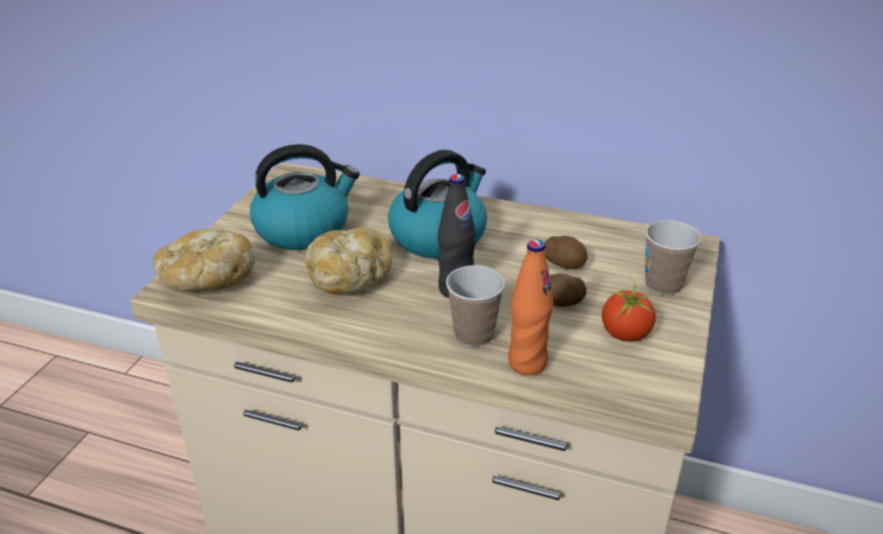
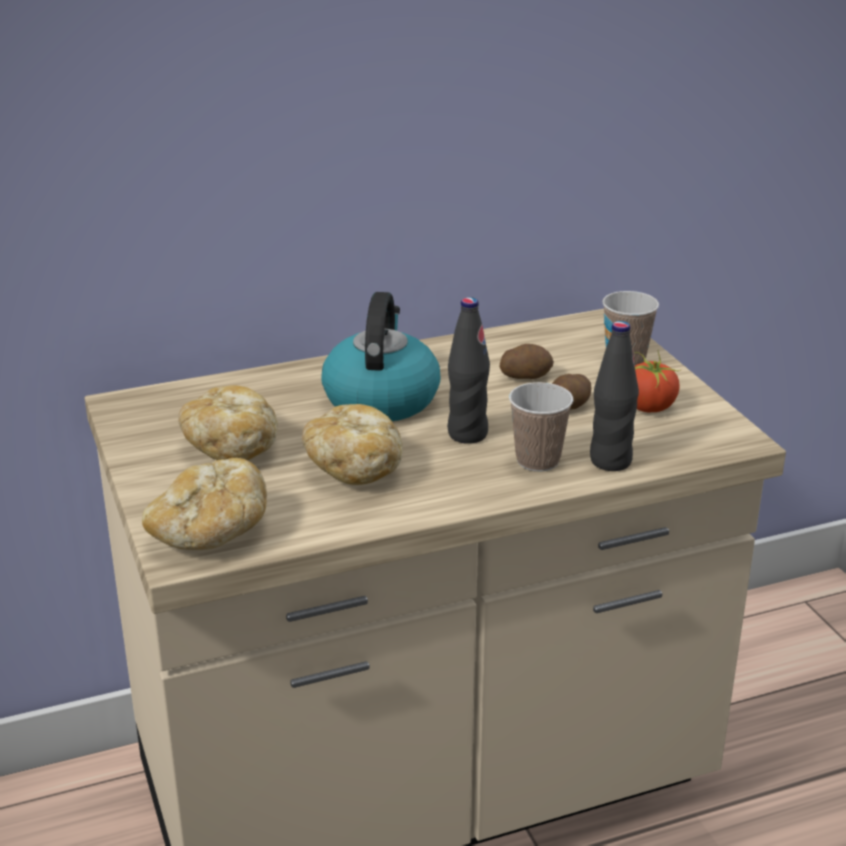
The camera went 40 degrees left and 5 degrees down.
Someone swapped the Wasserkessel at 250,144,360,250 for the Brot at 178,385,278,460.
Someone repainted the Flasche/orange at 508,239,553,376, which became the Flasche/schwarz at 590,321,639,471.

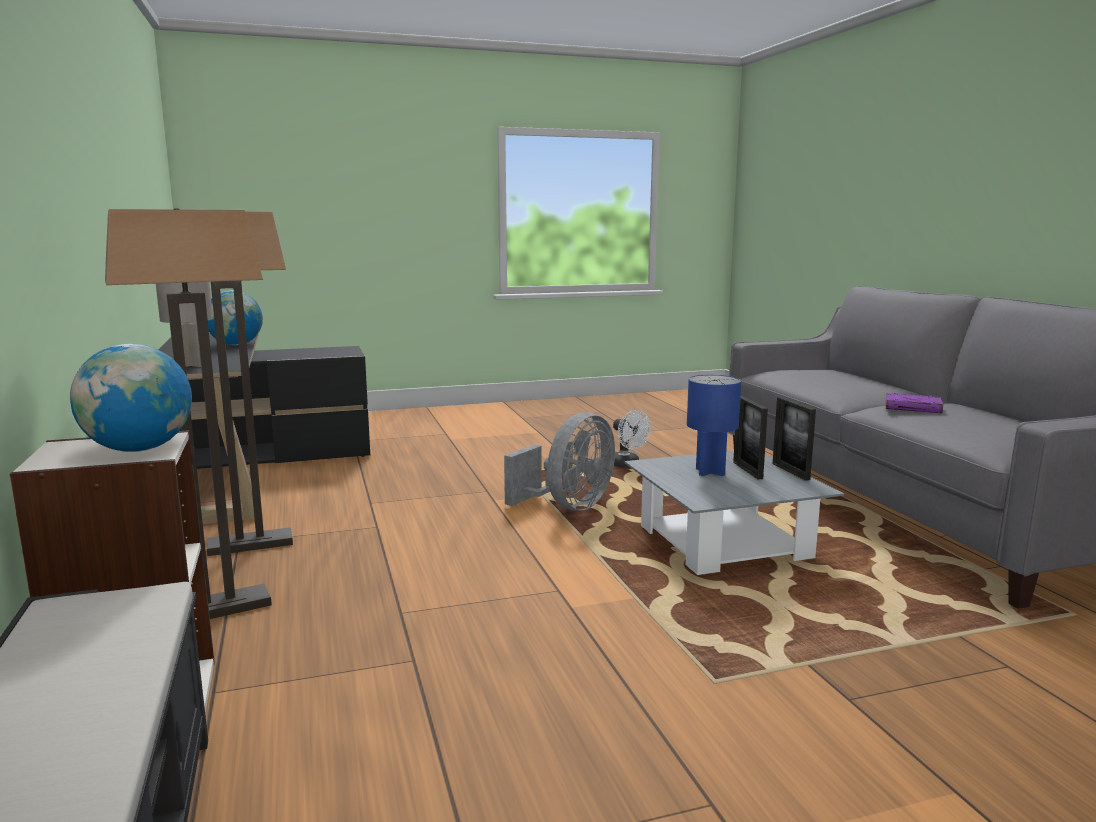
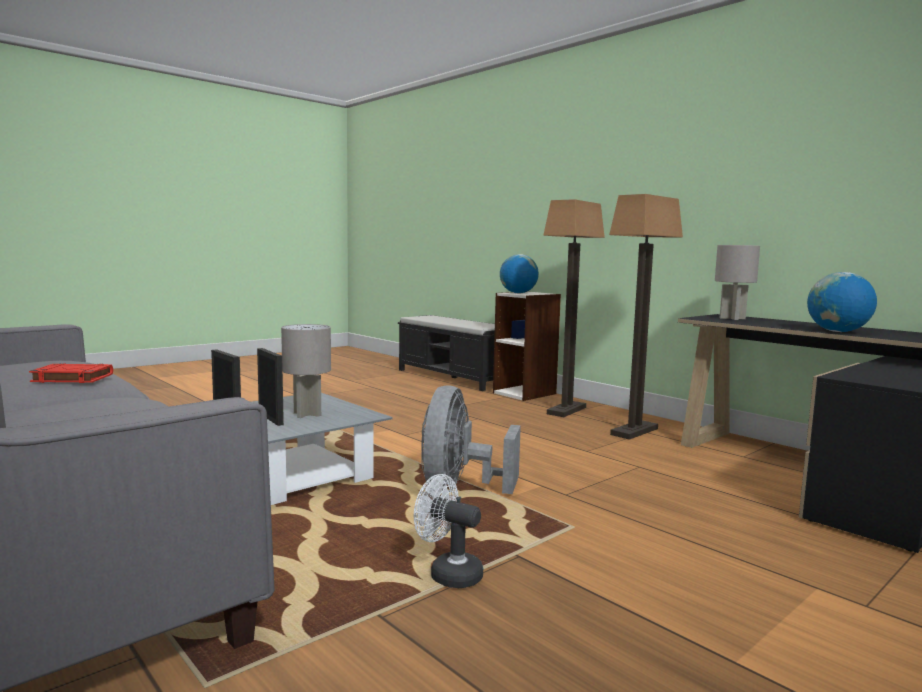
The camera went 155 degrees right and 5 degrees down.
Someone repainted the Tischlampe/blau at 687,375,741,476, which became the Tischlampe/grau at 281,324,331,418.
Someone repainted the Buch/lila at 885,393,943,413, which became the Buch/rot at 29,363,113,383.

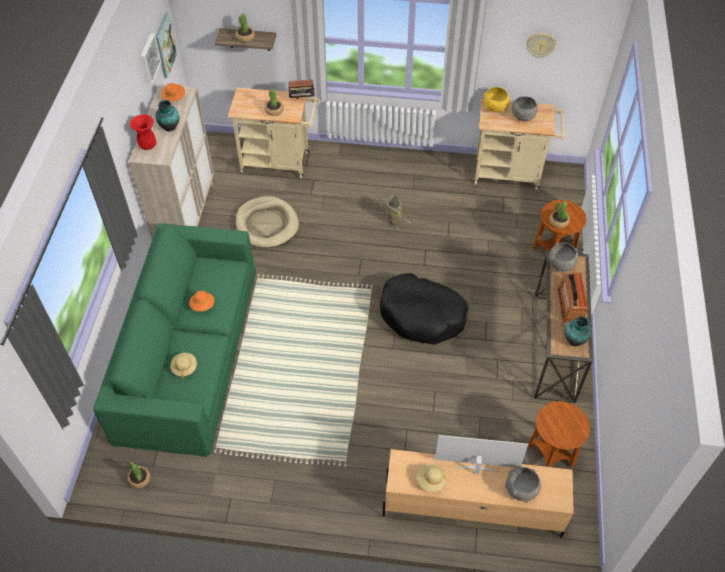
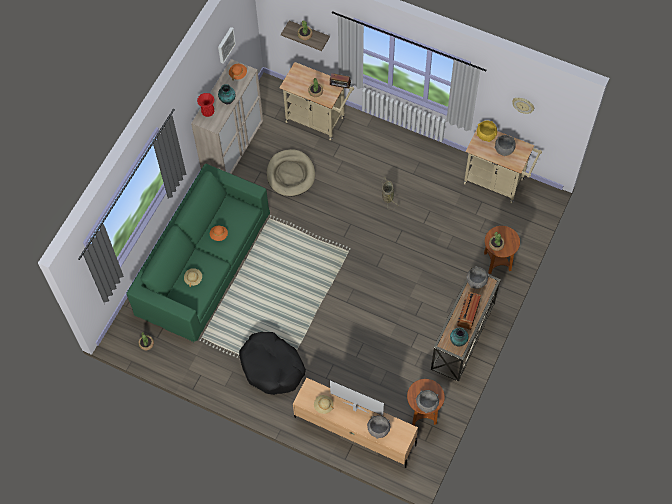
The camera went 20 degrees right and 10 degrees up.
Someone took away the Bild at 155,12,177,78.
Someone put down the Schüssel/grau at 416,390,439,413.
Someone carried the Hundebett/schwarz from 380,273,468,344 to 239,332,306,395.

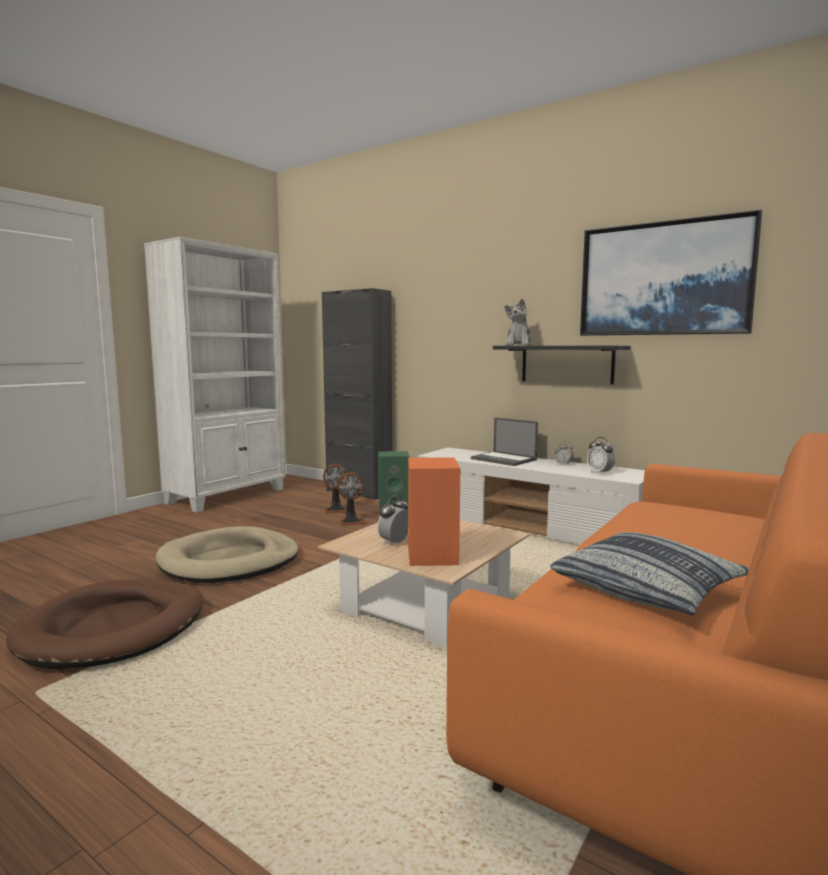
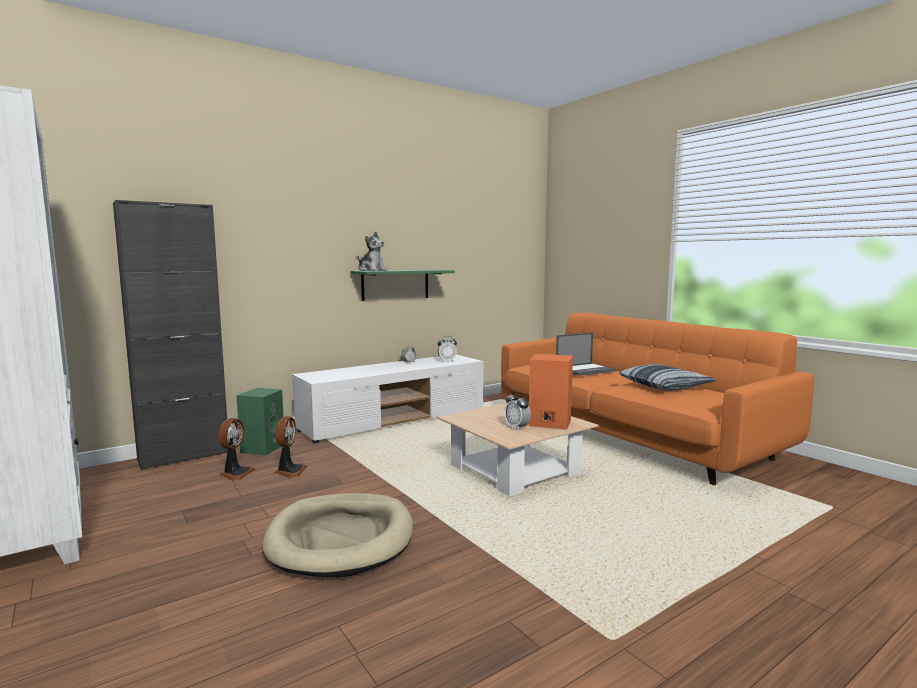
The camera went 70 degrees left and 0 degrees up.
Someone took away the Hundebett/braun at 6,579,203,669.
Someone took away the Bild at 580,209,762,336.
Someone carried the Laptop from 471,418,538,466 to 556,333,616,376.
Someone repainted the Wandregal/schwarz at 493,346,631,384, which became the Wandregal/grün at 351,270,455,301.

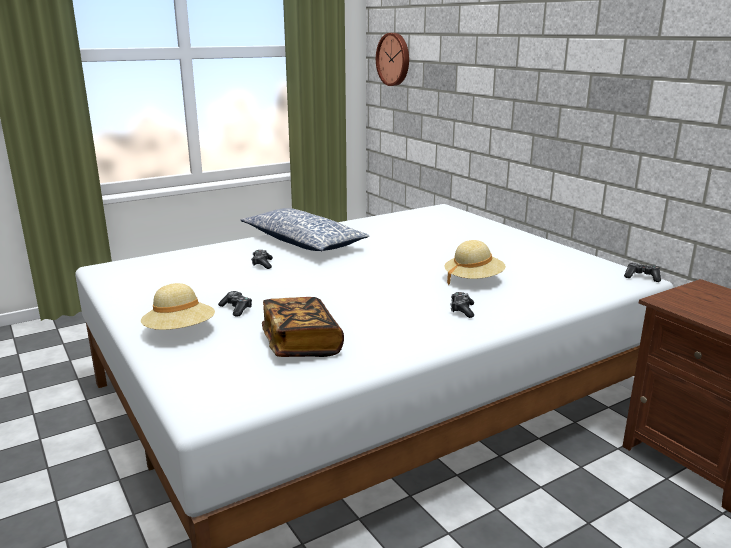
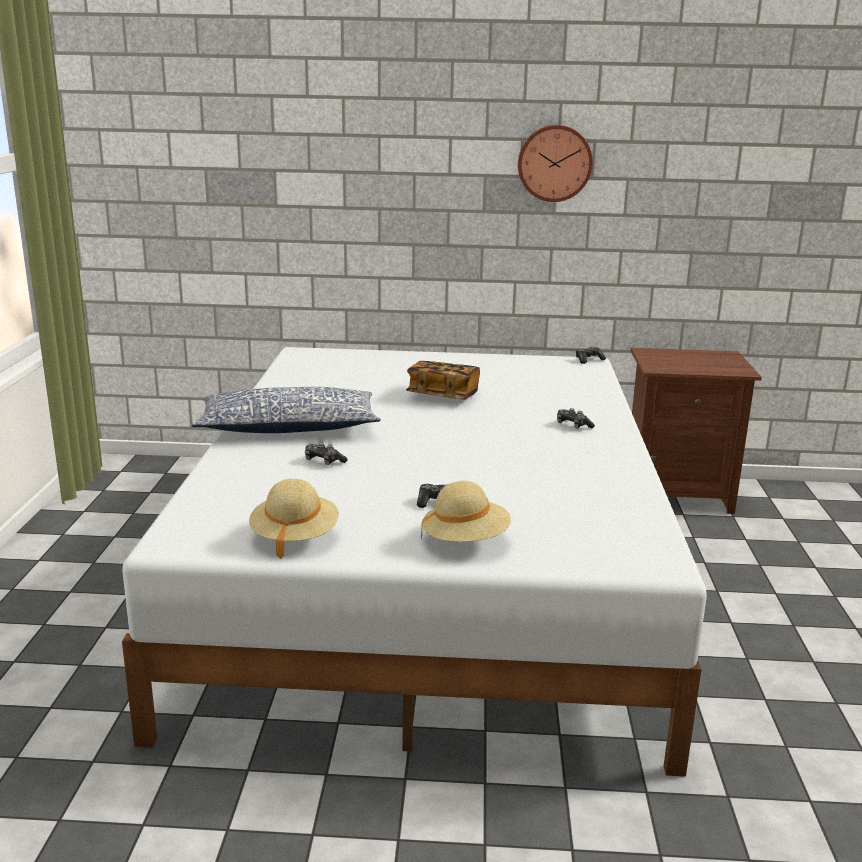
The camera went 55 degrees left and 0 degrees up.
Someone carried the Buch from 262,297,344,357 to 406,361,480,400.
Someone carried the Wanduhr from 376,33,409,86 to 518,125,593,202.
Someone carried the Hut/beige from 444,240,506,285 to 249,479,339,559.

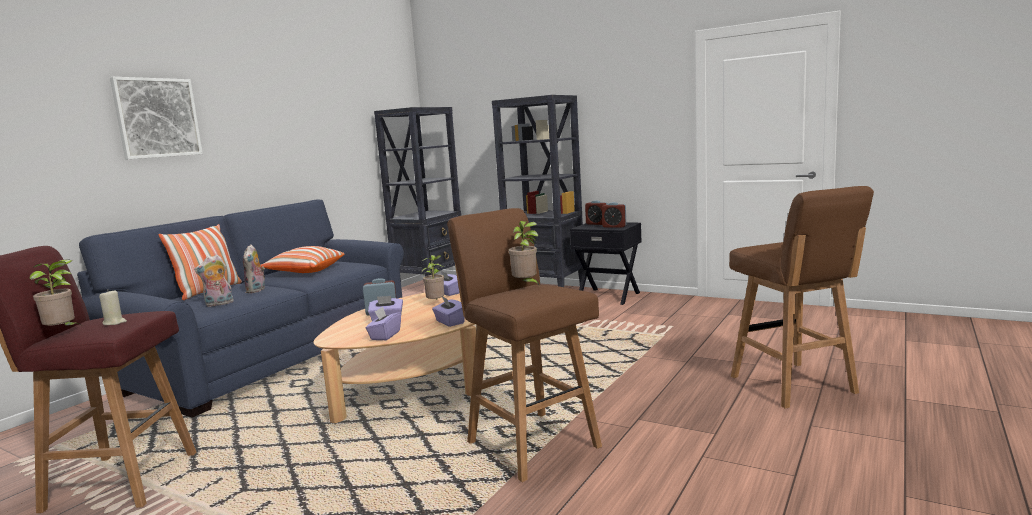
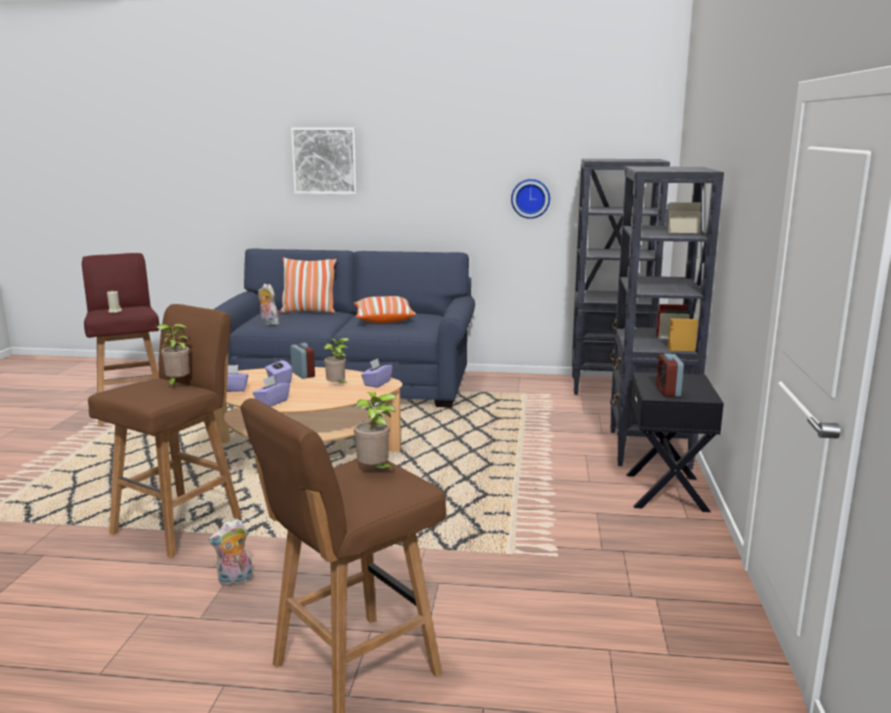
The camera went 65 degrees right and 5 degrees up.
Someone took away the Wecker at 585,200,608,225.
Someone put up the Wanduhr at 511,179,550,219.
Someone carried the Topfpflanze from 29,260,79,326 to 354,392,397,472.
Someone carried the Plüschtier from 243,244,265,293 to 208,519,253,586.

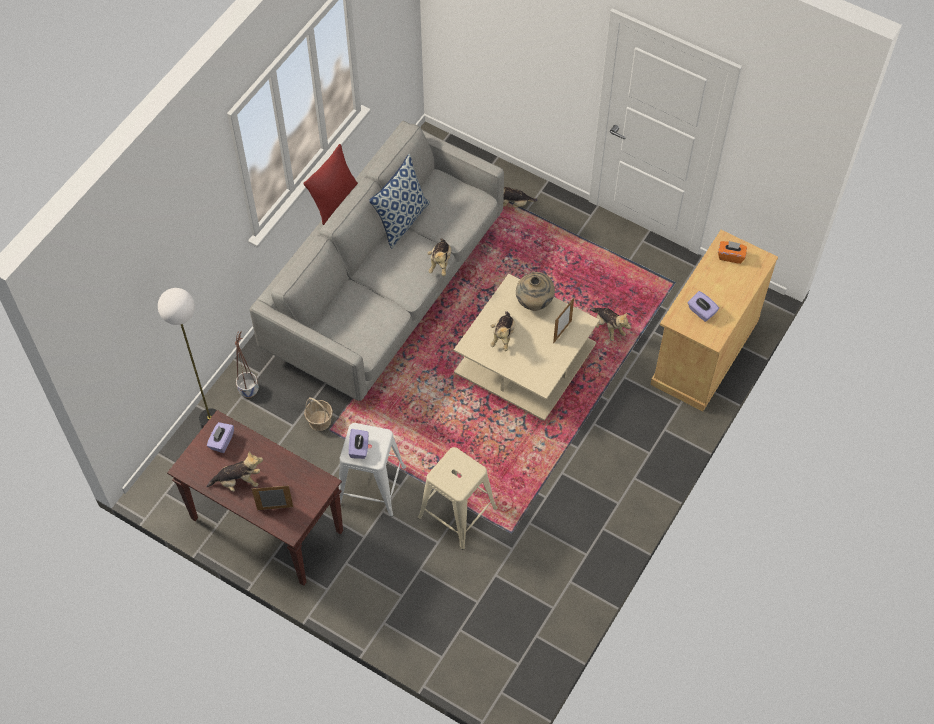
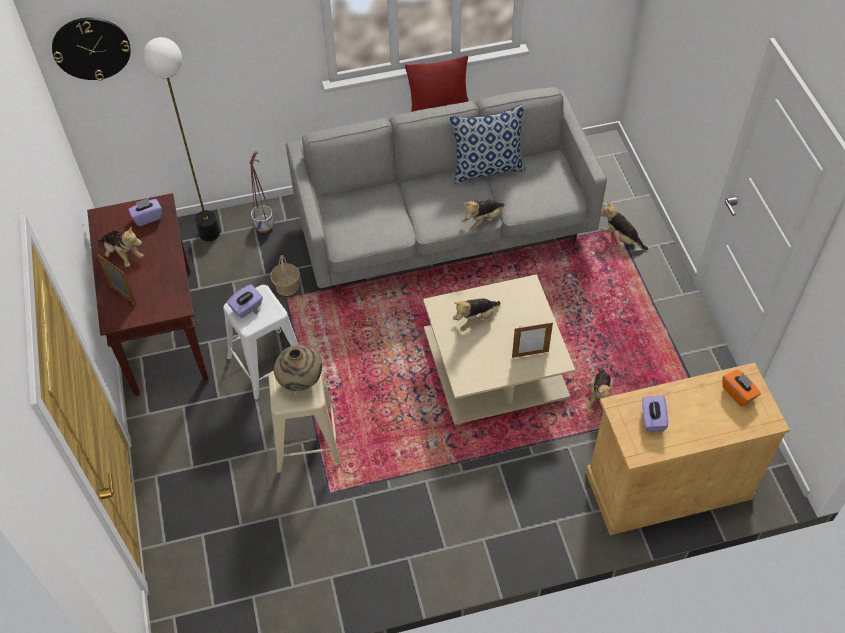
The camera went 45 degrees right and 5 degrees down.
Someone put up the Wanduhr at 52,18,131,81.
Someone carried the Vase/beige from 516,272,555,311 to 274,345,322,391.

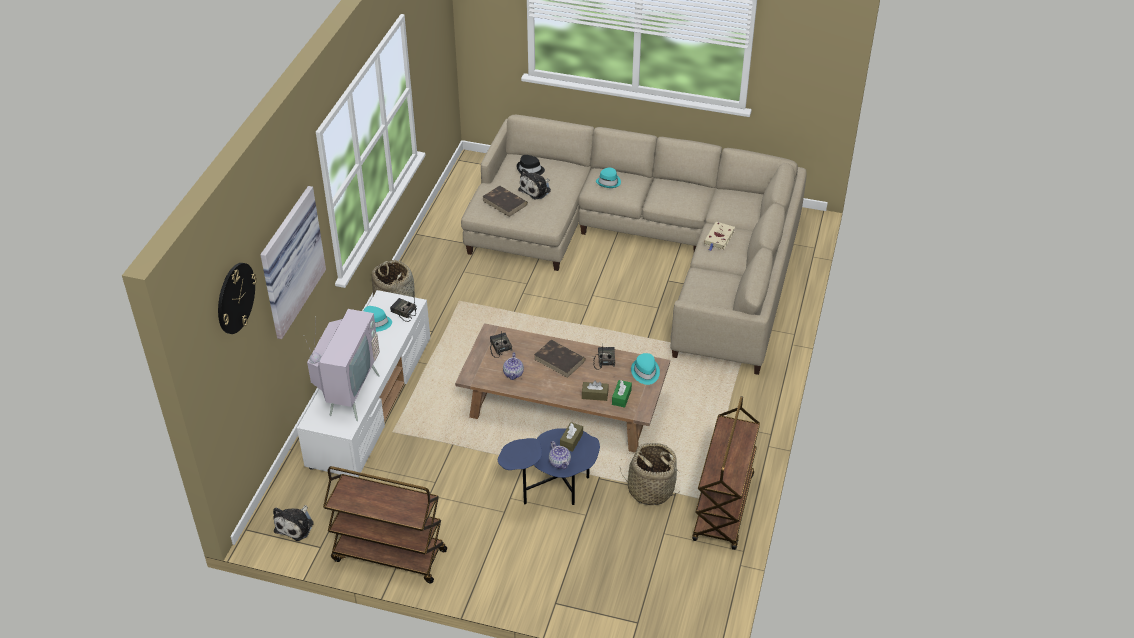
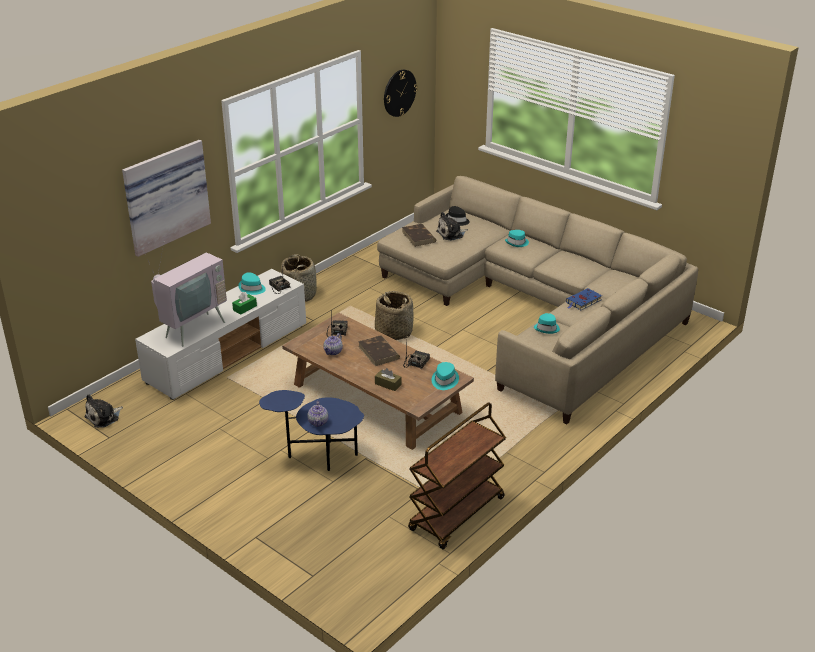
The camera went 25 degrees right and 10 degrees down.
Someone took away the Rollwagen/braun at 323,466,447,583.
Someone took away the Taschentuchbox/braun at 560,422,583,452.
Someone put down the Hut/türkis at 534,313,560,334.
Someone carried the Wanduhr from 218,263,257,334 to 384,70,417,117.
Someone carried the Taschentuchbox/grün from 612,380,632,408 to 232,292,257,315.
Someone carried the Korb from 620,443,679,506 to 375,291,414,340.
Someone repainted the Buch/beige at 704,222,735,251, which became the Buch/blau at 566,288,602,310.

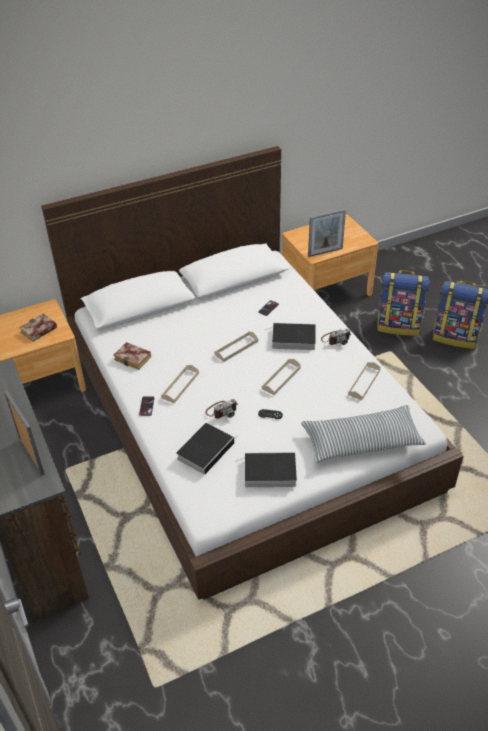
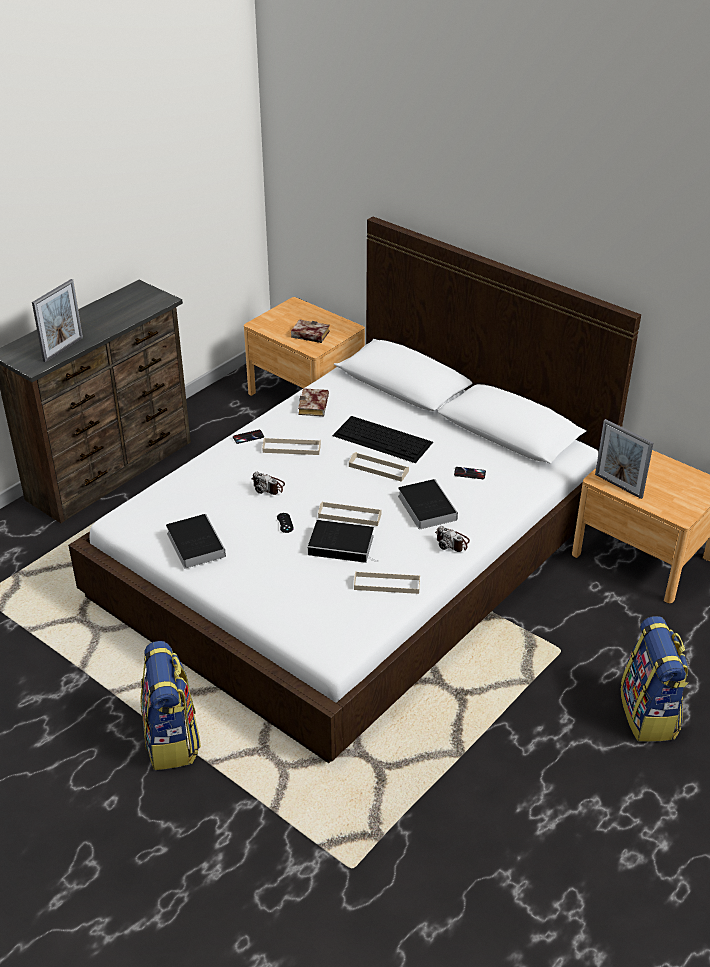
The camera went 65 degrees right and 5 degrees down.
Someone took away the Kissen at 301,405,426,463.
Someone put down the Tastatur at 333,416,433,463.
Someone carried the Buch from 176,423,238,475 to 308,520,378,563.
Someone carried the Rucksack from 377,270,430,336 to 140,641,201,770.

